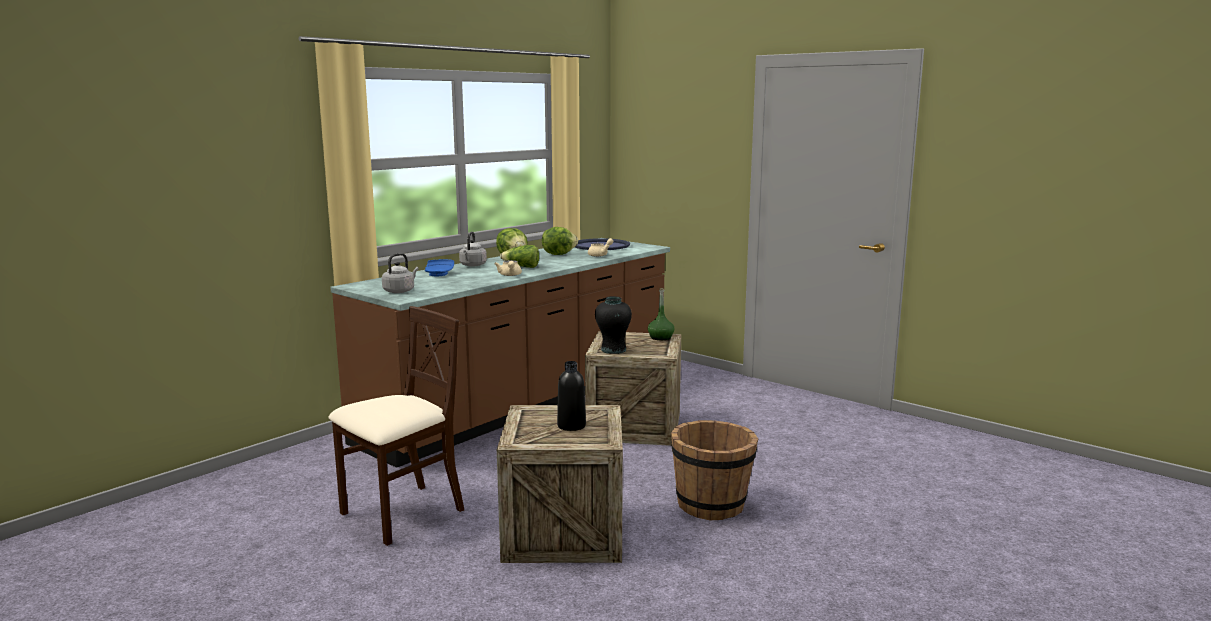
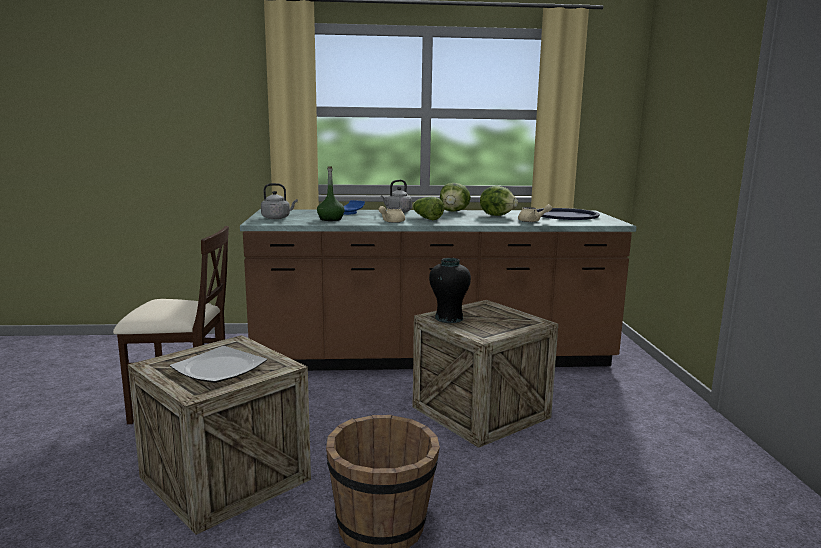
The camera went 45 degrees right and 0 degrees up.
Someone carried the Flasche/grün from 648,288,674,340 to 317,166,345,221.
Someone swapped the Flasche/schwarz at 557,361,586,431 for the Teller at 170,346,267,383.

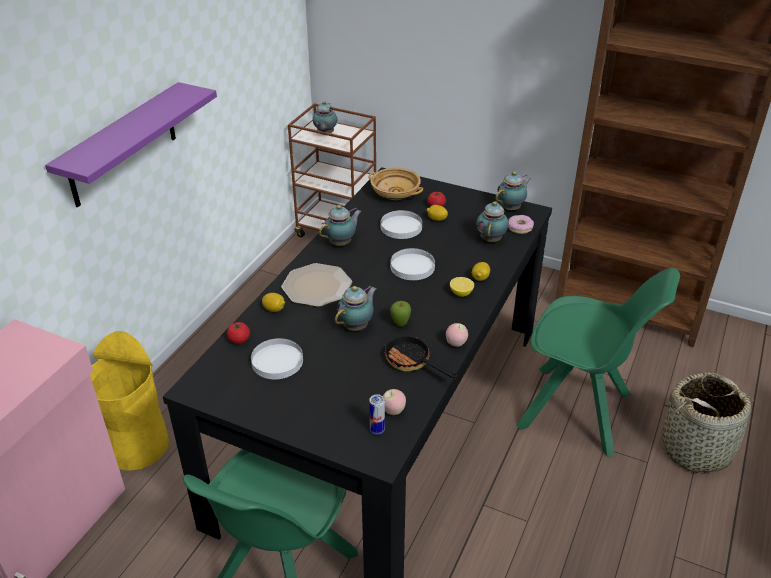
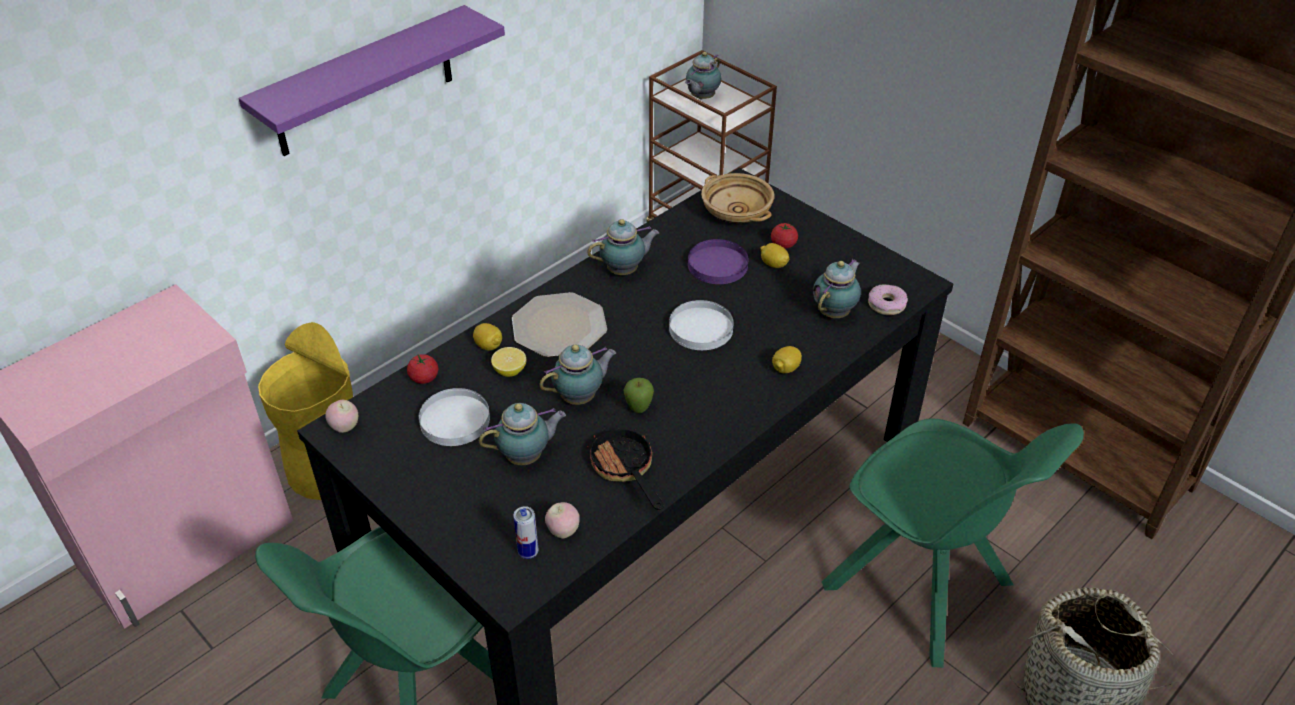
The camera went 20 degrees right and 5 degrees up.
Someone carried the Apfel from 446,323,468,347 to 325,400,358,433.
Someone carried the Zitrone from 450,277,474,297 to 491,347,527,377.
Someone carried the Teekanne from 495,171,531,210 to 479,403,566,465.
Someone repainted the Teller/weiß at 381,210,422,239, which became the Teller/lila at 688,239,749,284.

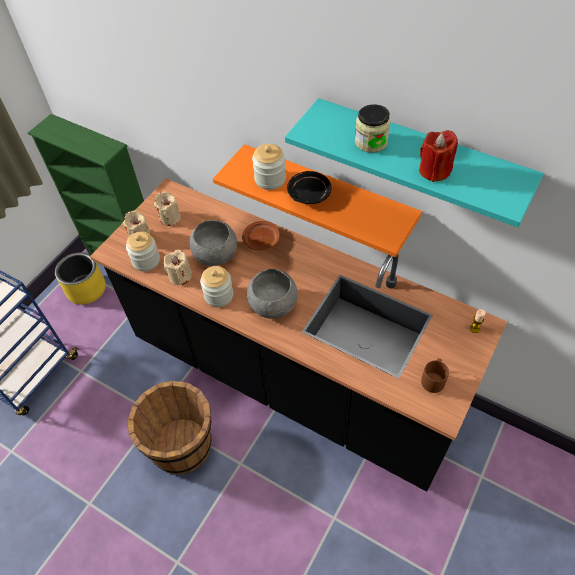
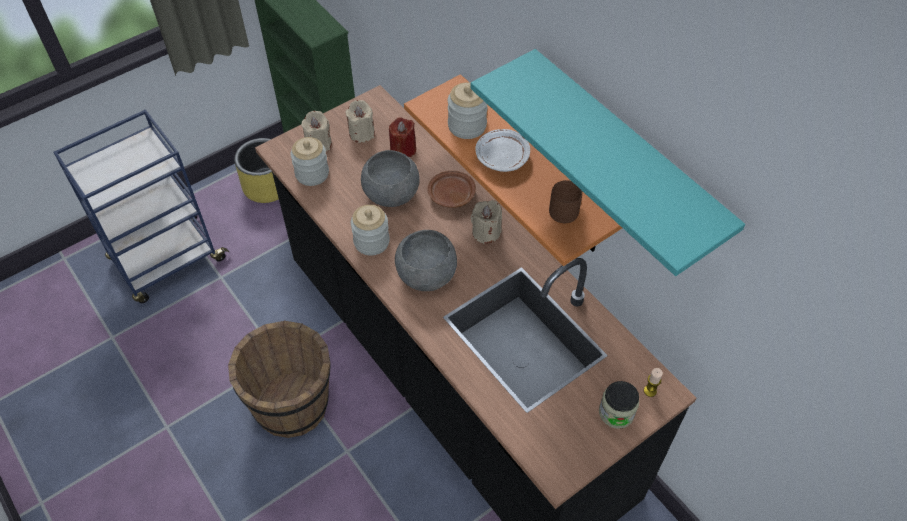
The camera went 20 degrees right and 0 degrees up.
Someone carried the Kerze/beige from 164,250,192,286 to 471,200,502,244.
Someone carried the Vorratsglas from 355,104,390,153 to 599,381,639,429.
Someone carried the Kerze/rot from 419,130,458,182 to 389,118,416,158.
Someone carried the Henkelbecher/braun from 421,359,449,393 to 549,180,582,223.
Someone repainted the Teller/schwarz at 287,171,331,204, which became the Teller/weiß at 475,129,530,172.

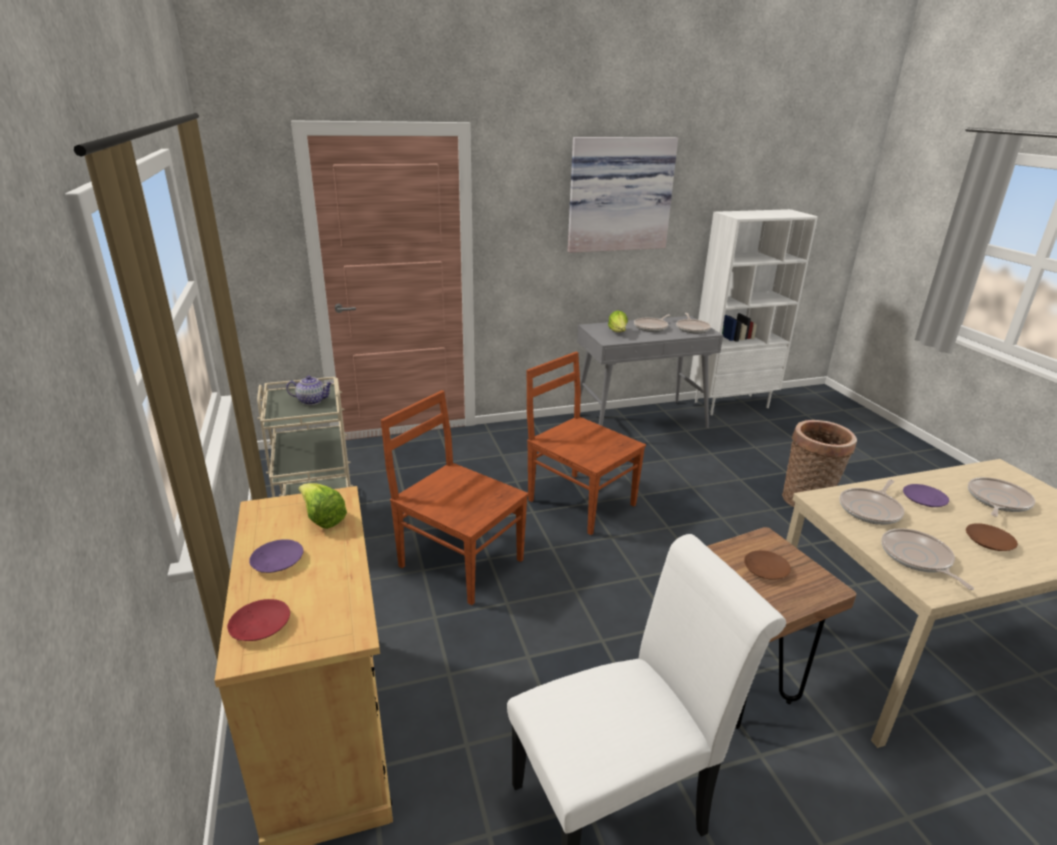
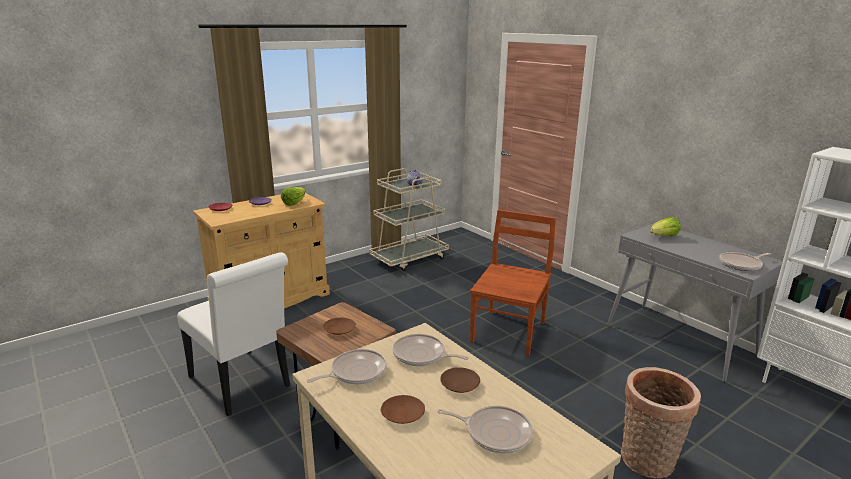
The camera went 70 degrees right and 5 degrees down.
Someone took away the Stuhl/braun at 381,390,528,605.
Someone took away the Bild at 568,137,678,253.
Someone took away the Pfanne at 634,314,670,332.
Someone repainted the Teller/lila at 903,484,949,507, which became the Teller/braun at 440,367,480,393.

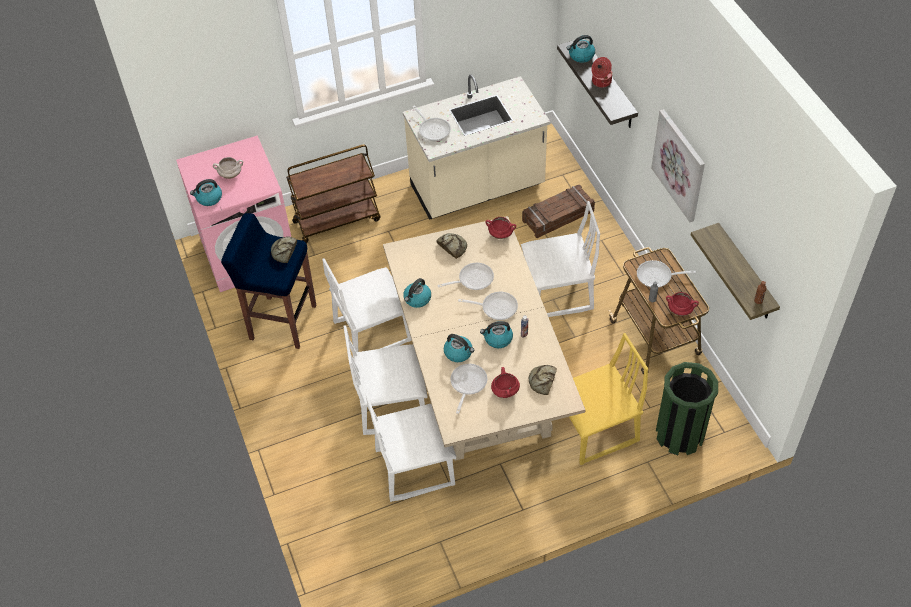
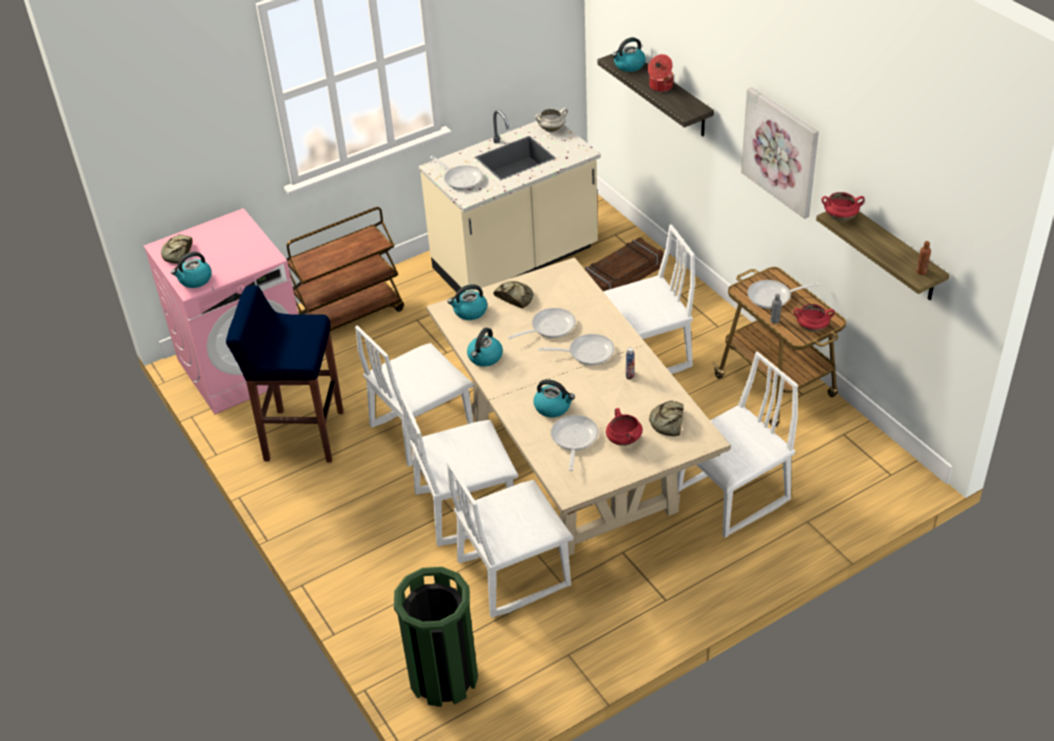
The camera went 10 degrees left and 10 degrees down.
Someone carried the Kochtopf/weiß from 213,157,243,179 to 535,108,568,132.
Someone carried the Brot from 271,236,297,263 to 161,235,193,264.
Someone carried the Wasserkessel from 480,321,513,348 to 447,284,487,320.
Someone carried the Kochtopf/rot from 485,217,516,239 to 821,192,865,221.
Someone carried the Mülleimer/grün from 656,362,718,455 to 394,567,478,707.
Someone repainted the Stuhl/gelb at 569,333,648,465, which became the Stuhl/weiß at 677,351,798,538.

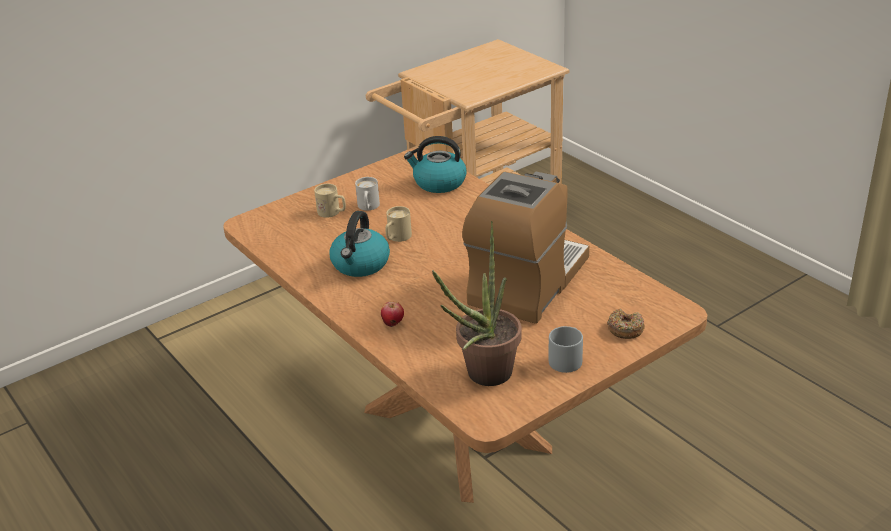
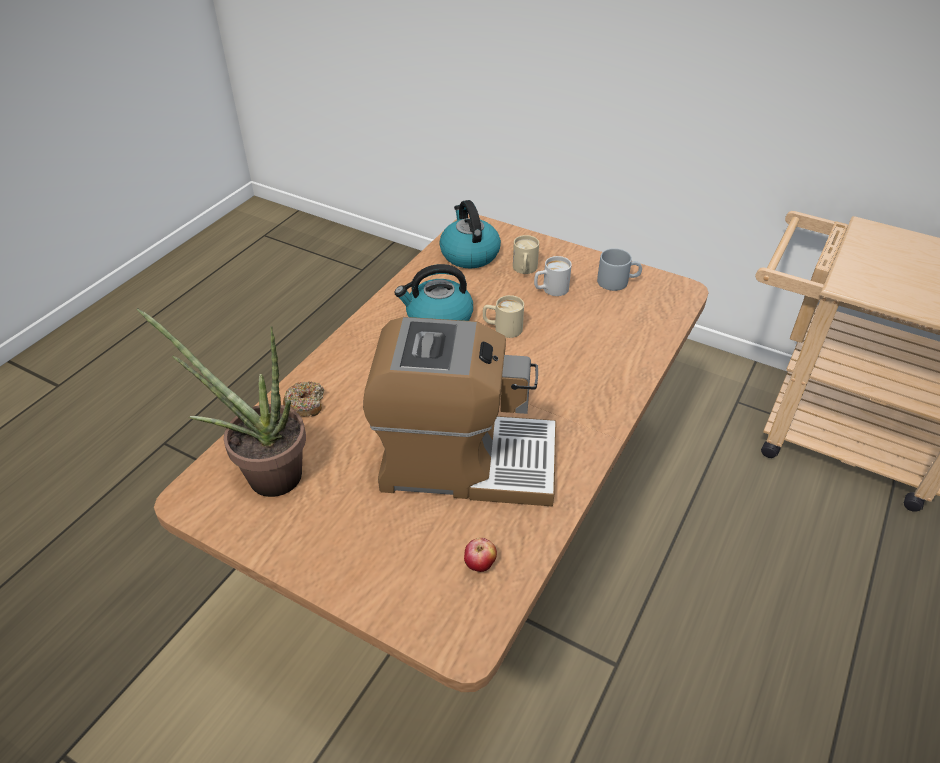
The camera went 65 degrees right and 10 degrees up.
Someone carried the Apfel from 381,301,404,327 to 464,538,497,572.
Someone carried the Wasserkessel from 404,136,467,193 to 439,200,501,268.
Someone carried the Henkelbecher/grau from 549,326,583,373 to 597,248,642,291.
Someone carried the Donut from 607,309,645,339 to 283,381,324,417.

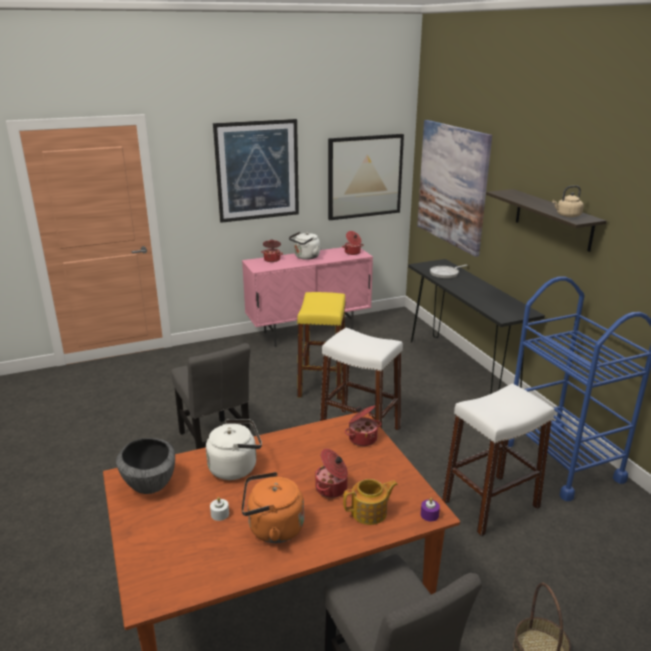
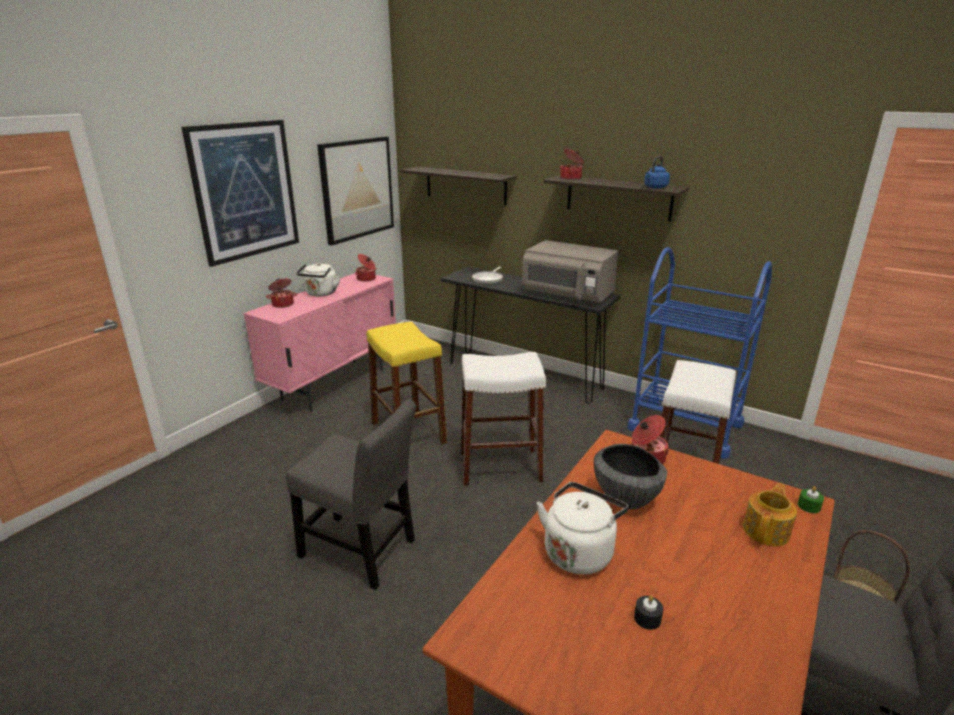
The camera went 35 degrees left and 0 degrees up.
Someone took away the Wasserkessel/orange at 241,472,304,543.
Someone put down the Mikrowelle/grau at 522,240,619,303.
Someone carried the Schüssel from 116,438,175,494 to 594,444,667,509.
Someone carried the Kochtopf from 315,449,348,498 to 560,149,584,180.
Someone swapped the Bild at 417,120,492,257 for the Wandregal at 401,166,517,205.
Someone repainted the Kerze/weiß at 210,497,229,521, which became the Kerze/schwarz at 634,595,663,630.
Someone repainted the Kerze/lila at 421,498,440,521, which became the Kerze/grün at 798,486,824,513.
Someone repainted the Wasserkessel/beige at 552,185,584,217, which became the Wasserkessel/blau at 644,156,670,188.

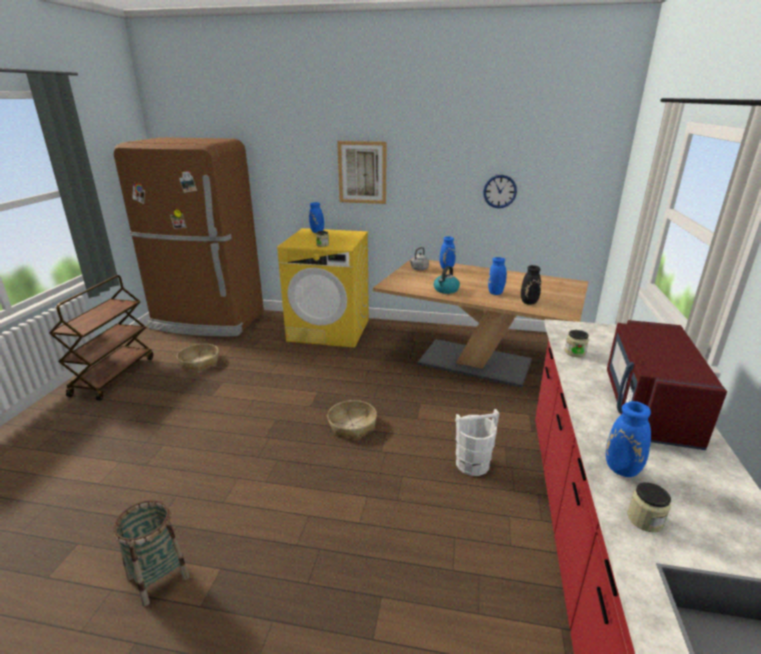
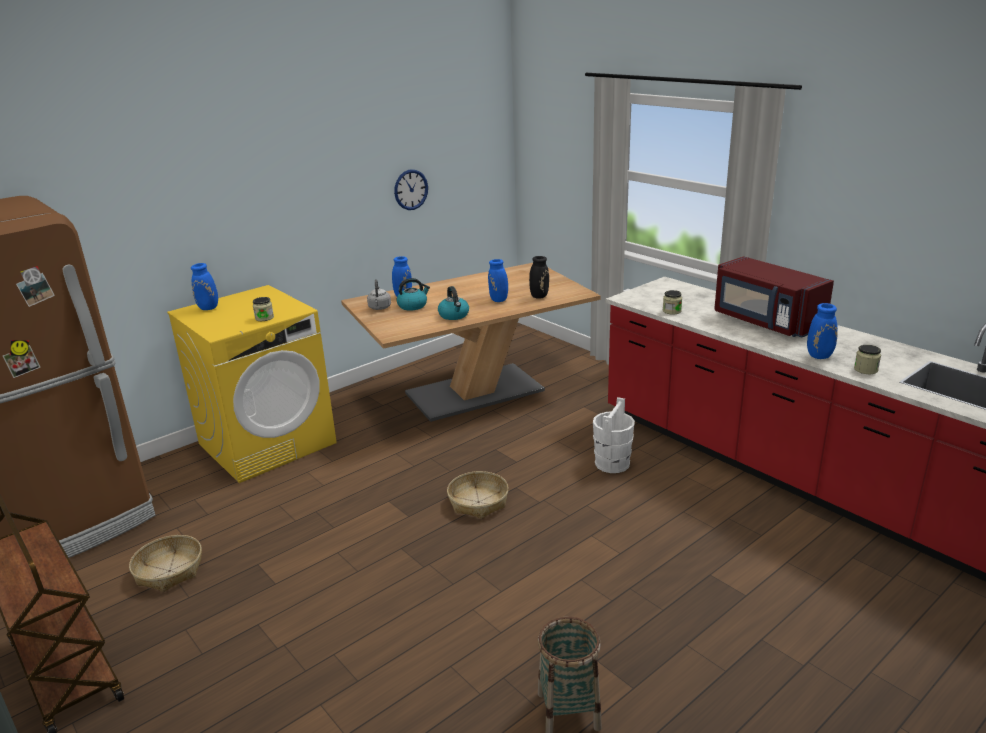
The camera went 50 degrees left and 0 degrees up.
Someone took away the Bild at 337,141,387,204.
Someone put down the Wasserkessel at 396,278,430,310.

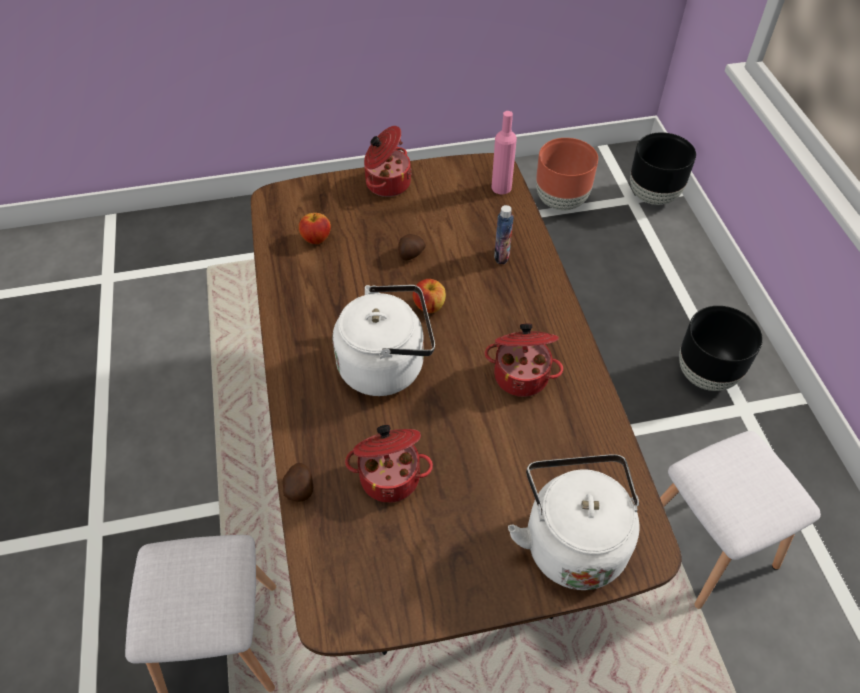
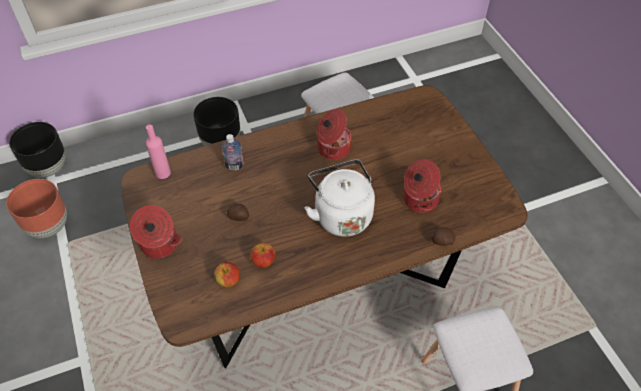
The camera went 100 degrees left and 0 degrees up.
Someone took away the Wasserkessel/weiß at 508,454,639,590.
Someone carried the Apfel from 413,279,446,313 to 250,243,276,268.

